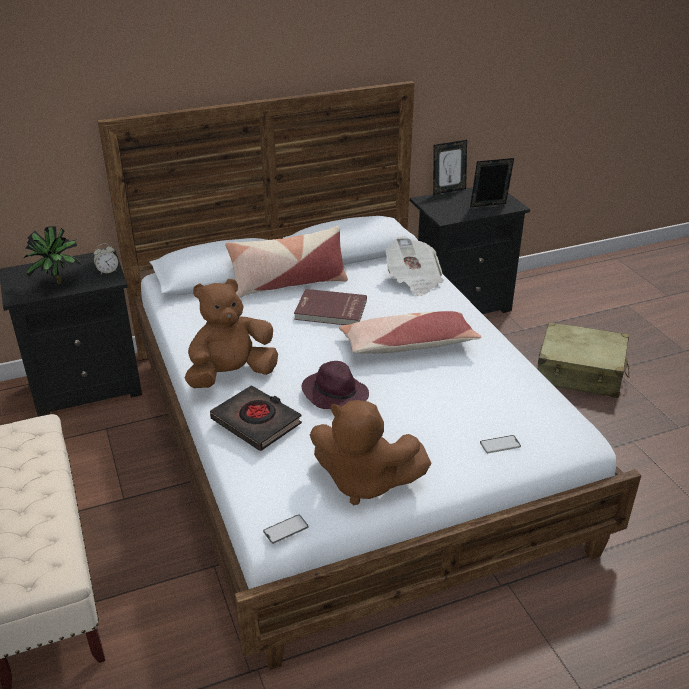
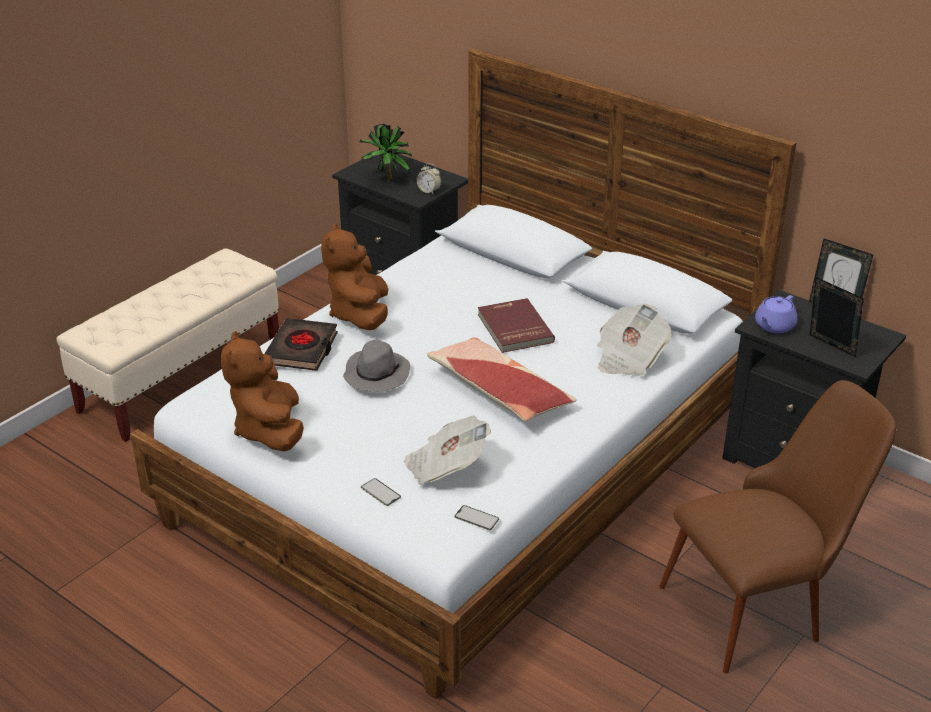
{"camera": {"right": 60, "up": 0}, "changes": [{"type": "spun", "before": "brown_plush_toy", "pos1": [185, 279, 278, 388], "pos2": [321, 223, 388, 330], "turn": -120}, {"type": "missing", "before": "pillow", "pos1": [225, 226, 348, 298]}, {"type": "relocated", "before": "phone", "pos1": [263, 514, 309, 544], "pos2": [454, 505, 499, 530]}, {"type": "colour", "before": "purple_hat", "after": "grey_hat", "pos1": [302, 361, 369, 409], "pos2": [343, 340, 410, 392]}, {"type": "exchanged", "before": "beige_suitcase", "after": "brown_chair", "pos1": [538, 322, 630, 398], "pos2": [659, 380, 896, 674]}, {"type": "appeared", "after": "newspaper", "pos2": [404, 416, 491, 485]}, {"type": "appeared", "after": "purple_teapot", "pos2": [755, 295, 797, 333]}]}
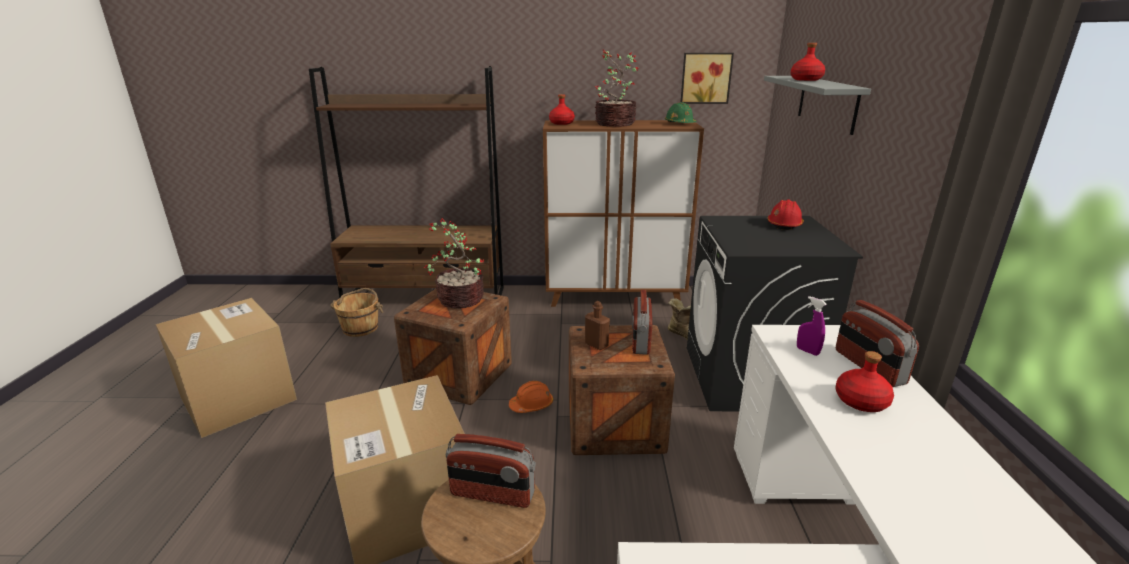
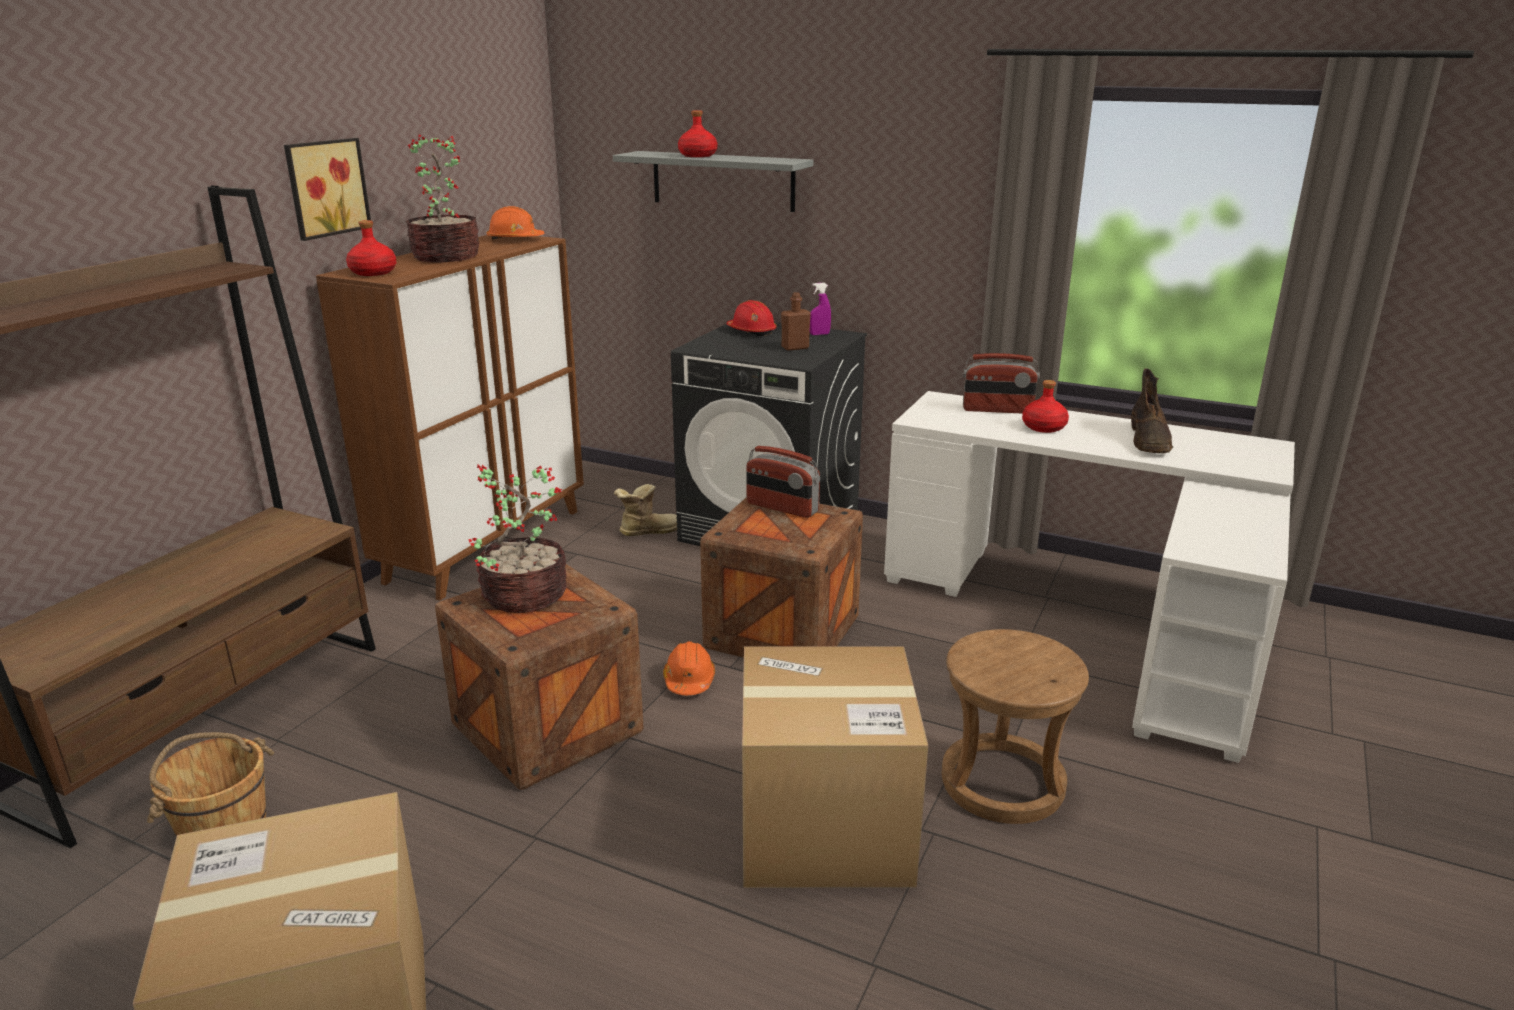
{"camera": {"right": -65, "up": 0}, "changes": [{"type": "missing", "before": "radio", "pos1": [446, 434, 536, 508]}, {"type": "relocated", "before": "brown_bottle", "pos1": [585, 301, 610, 350], "pos2": [781, 292, 811, 351]}, {"type": "colour", "before": "green_hard_hat", "after": "orange_hard_hat", "pos1": [665, 102, 697, 123], "pos2": [486, 206, 545, 240]}, {"type": "relocated", "before": "picture", "pos1": [681, 53, 734, 104], "pos2": [284, 138, 371, 241]}, {"type": "relocated", "before": "purple_spray_bottle", "pos1": [797, 296, 827, 356], "pos2": [809, 283, 831, 335]}, {"type": "appeared", "after": "brown_boot", "pos2": [1131, 368, 1173, 453]}]}
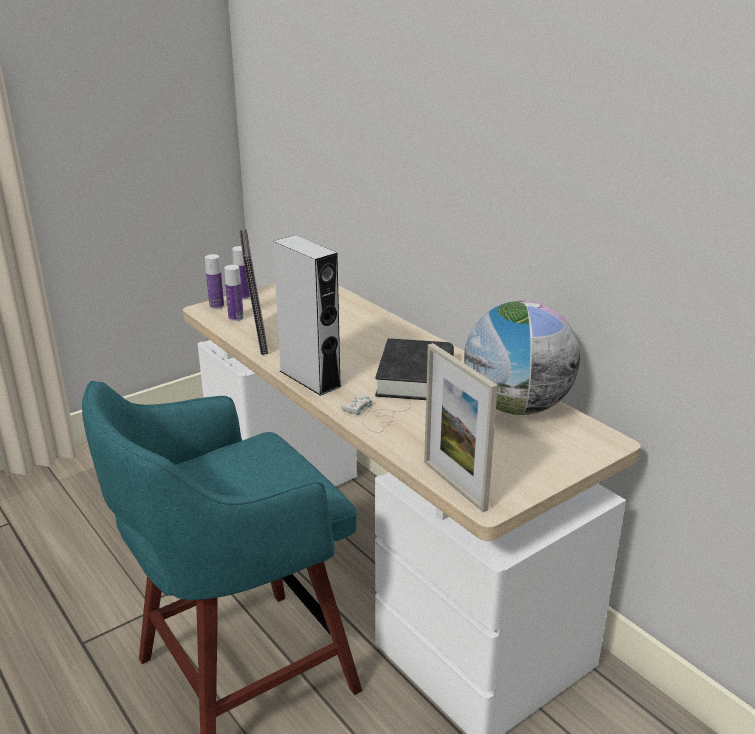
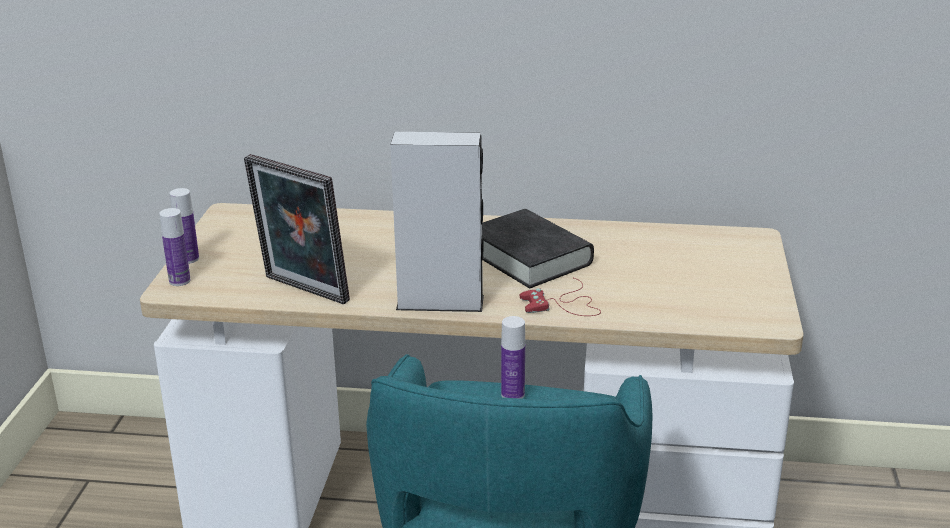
{"camera": {"right": -45, "up": 0}, "changes": [{"type": "relocated", "before": "bottle", "pos1": [224, 265, 244, 321], "pos2": [501, 316, 525, 399]}, {"type": "colour", "before": "white_game_controller", "after": "red_game_controller", "pos1": [341, 395, 411, 433], "pos2": [520, 278, 601, 316]}, {"type": "missing", "before": "picture_frame", "pos1": [424, 343, 498, 512]}, {"type": "missing", "before": "globe", "pos1": [464, 301, 580, 415]}]}
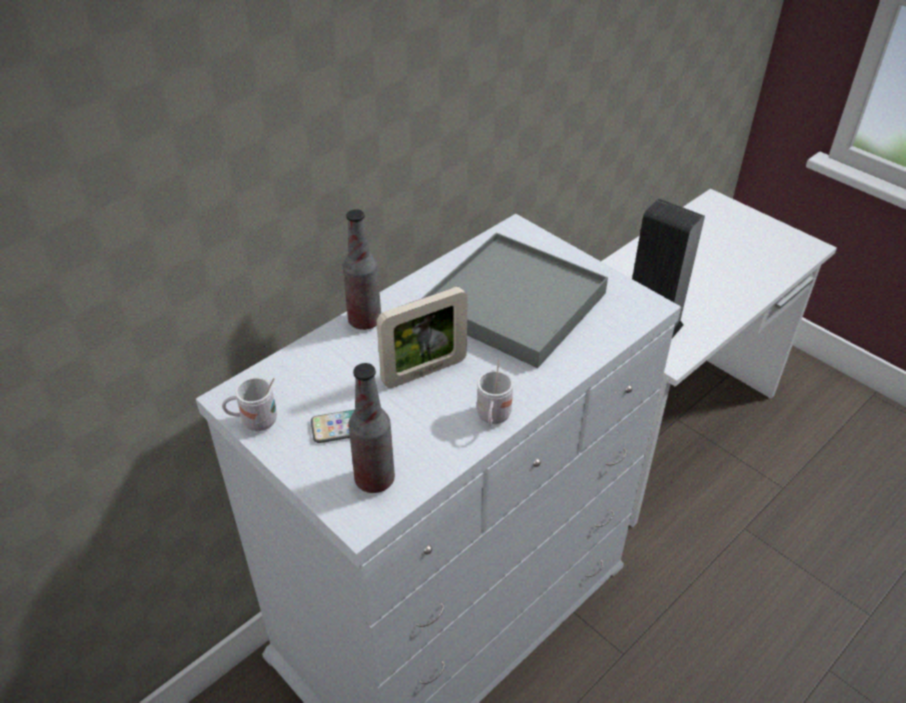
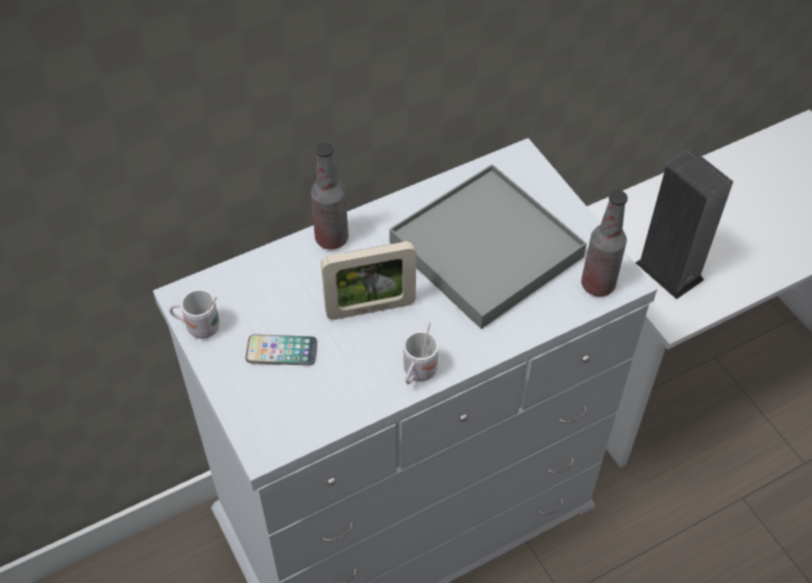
{"camera": {"right": 15, "up": 10}, "changes": [{"type": "relocated", "before": "bottle", "pos1": [348, 363, 395, 493], "pos2": [581, 190, 628, 297]}]}
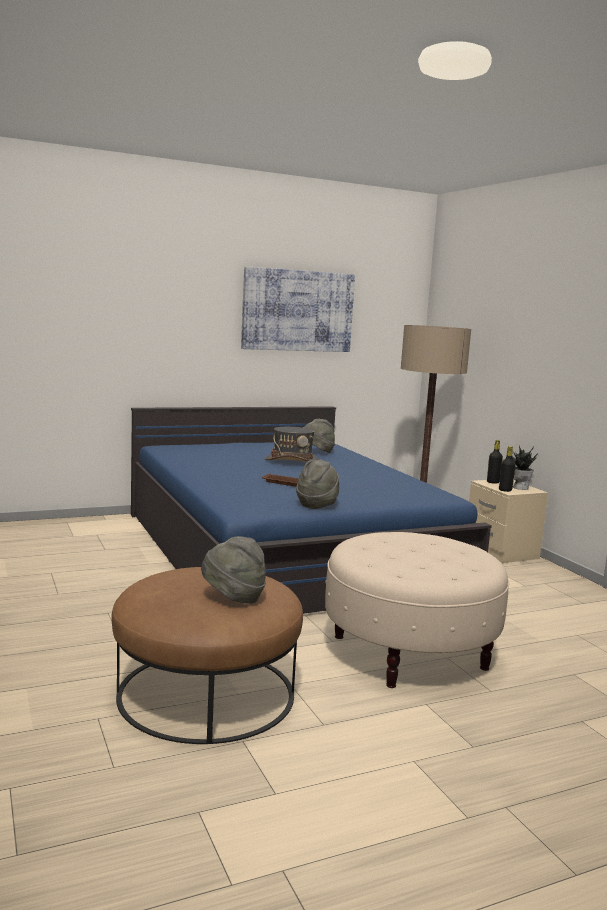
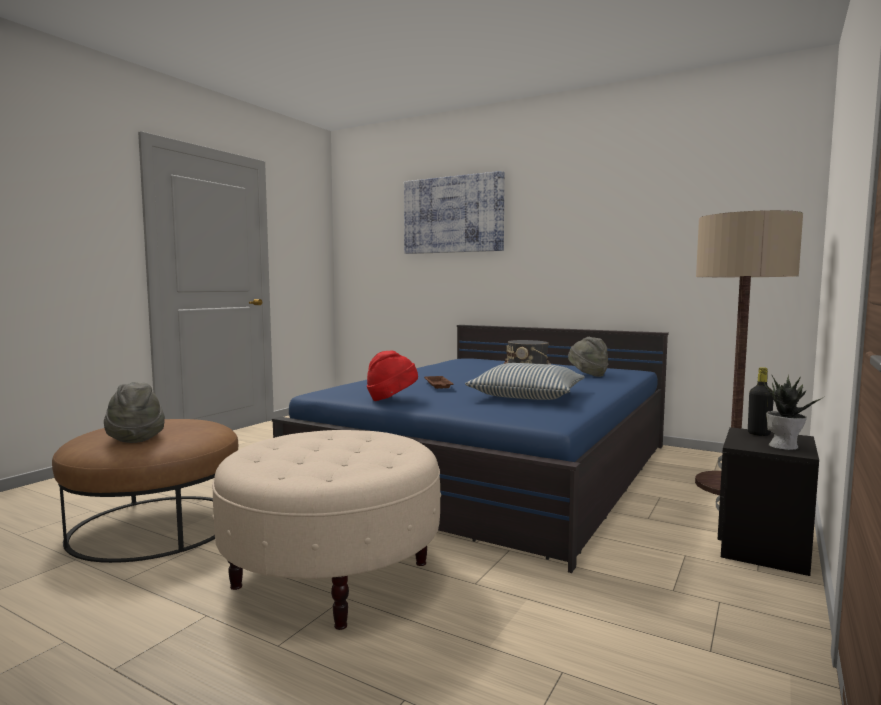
{"camera": {"right": 55, "up": -5}, "changes": [{"type": "relocated", "before": "picture", "pos1": [241, 266, 355, 352], "pos2": [404, 171, 505, 254]}, {"type": "colour", "before": "grey_hat", "after": "red_hat", "pos1": [296, 460, 339, 509], "pos2": [367, 350, 418, 401]}, {"type": "colour", "before": "beige_nightstand", "after": "black_nightstand", "pos1": [469, 480, 548, 563], "pos2": [716, 427, 819, 576]}, {"type": "missing", "before": "black_bottle", "pos1": [499, 446, 516, 492]}, {"type": "appeared", "after": "pillow", "pos2": [465, 363, 585, 400]}]}
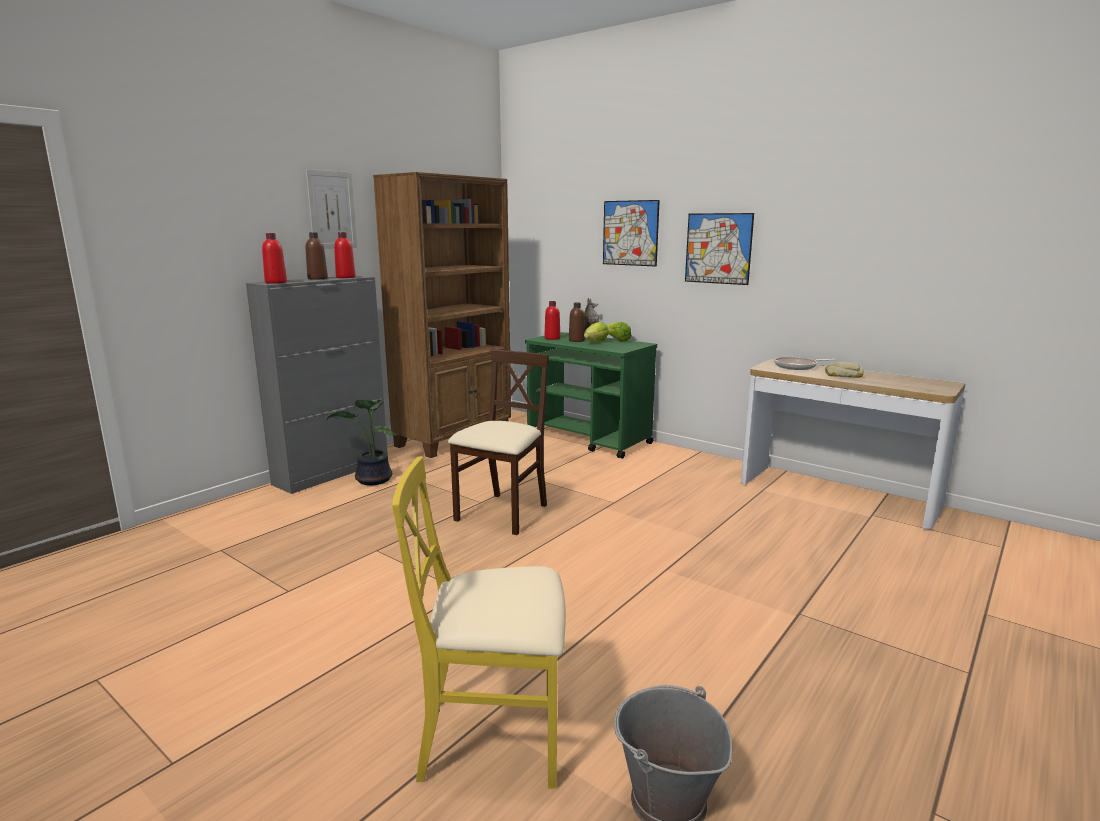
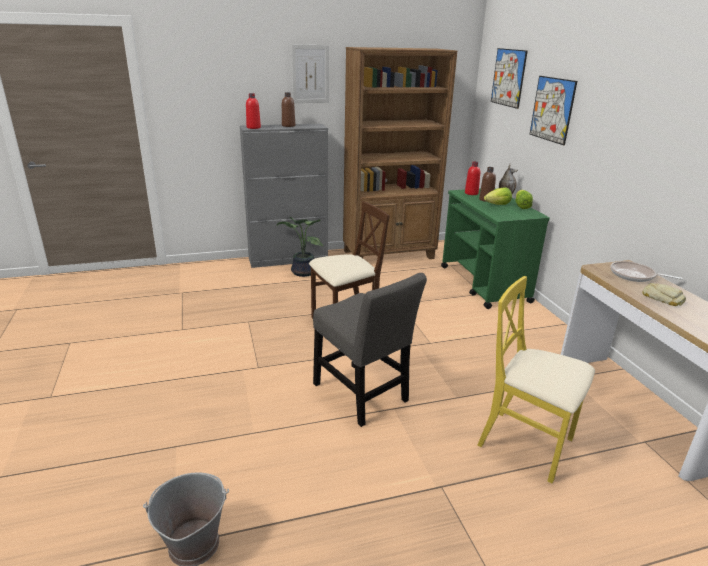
{"camera": {"right": 35, "up": 10}, "changes": [{"type": "missing", "before": "red_bottle", "pos1": [334, 232, 356, 278]}, {"type": "relocated", "before": "yellow_chair", "pos1": [392, 456, 566, 789], "pos2": [477, 276, 595, 484]}, {"type": "relocated", "before": "picture", "pos1": [685, 213, 754, 285], "pos2": [491, 48, 527, 109]}, {"type": "appeared", "after": "grey_chair", "pos2": [313, 273, 427, 427]}]}
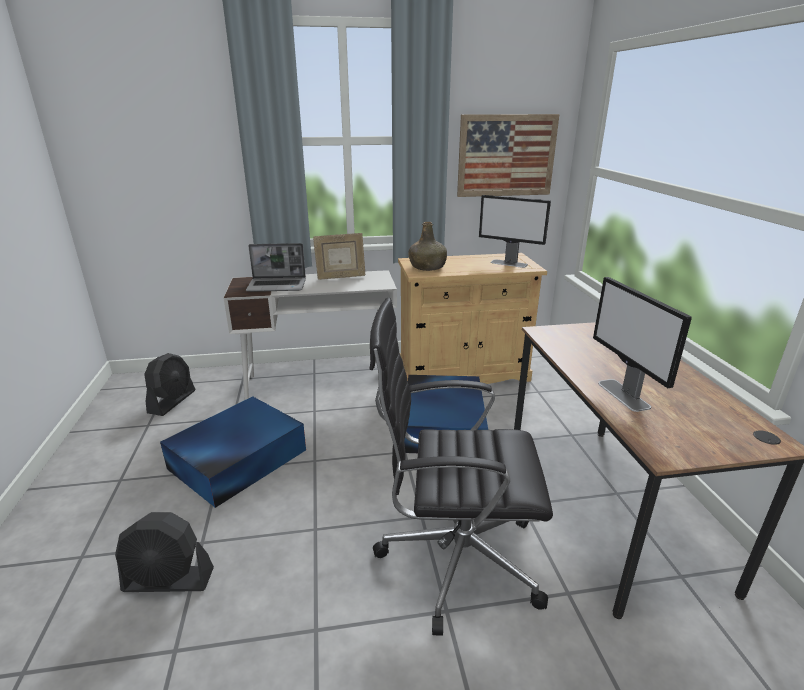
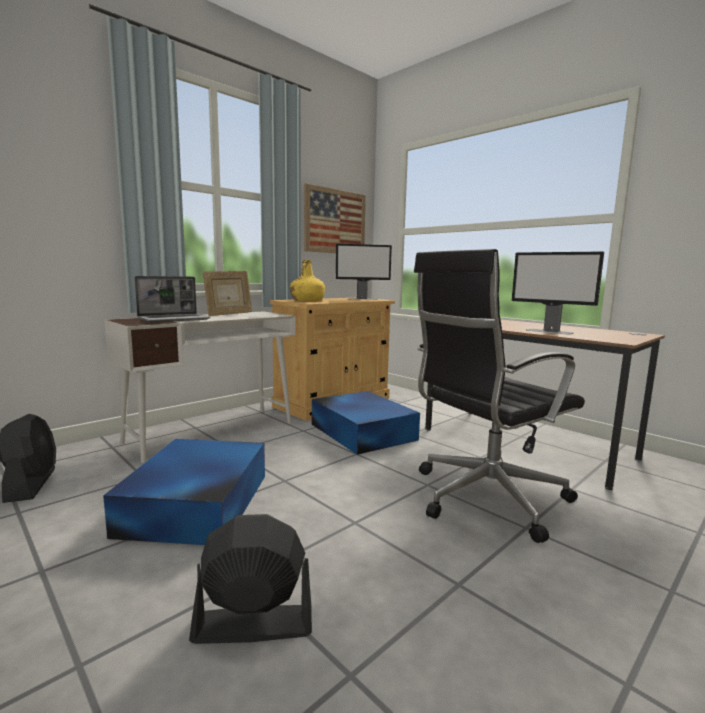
{"camera": {"right": -35, "up": -15}, "changes": [{"type": "spun", "before": "black_fan", "pos1": [115, 512, 214, 592], "pos2": [189, 514, 312, 644], "turn": -150}, {"type": "colour", "before": "green_bottle", "after": "yellow_bottle", "pos1": [408, 222, 447, 271], "pos2": [290, 260, 325, 302]}]}
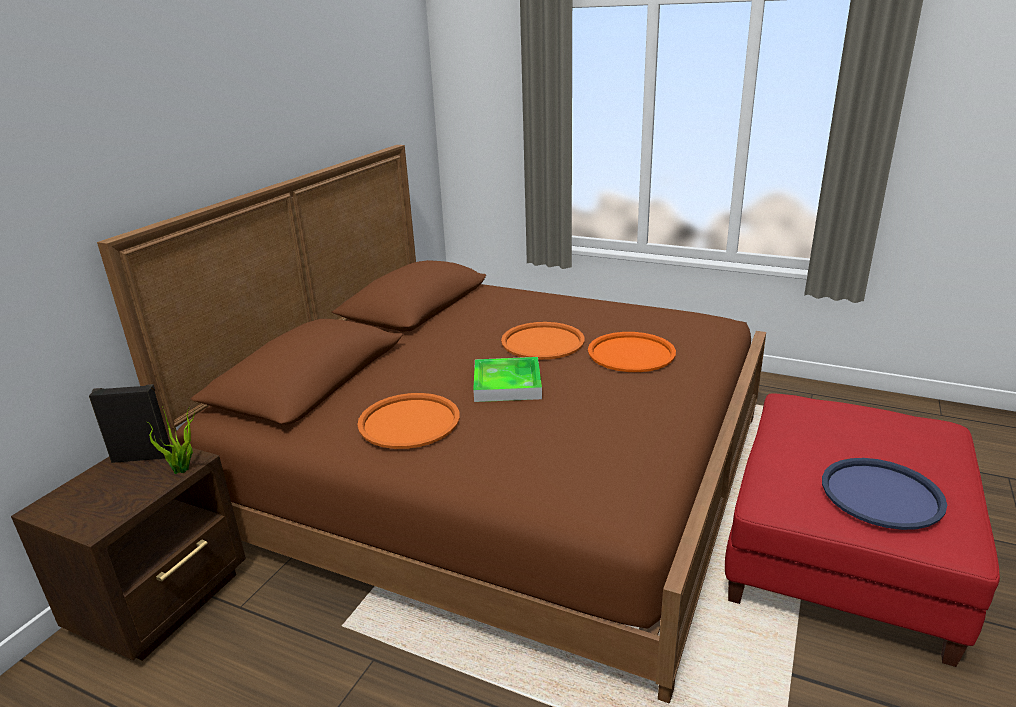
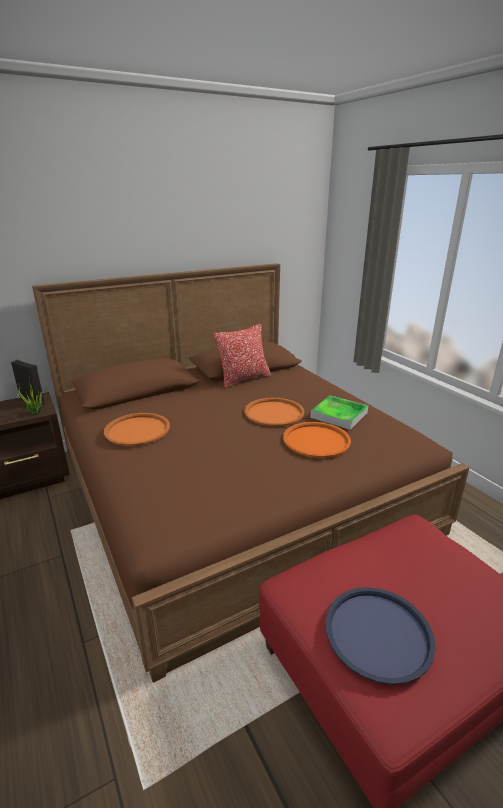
{"camera": {"right": 35, "up": 0}, "changes": [{"type": "relocated", "before": "tray", "pos1": [473, 357, 542, 402], "pos2": [311, 395, 368, 430]}, {"type": "appeared", "after": "pillow", "pos2": [213, 324, 271, 388]}]}
